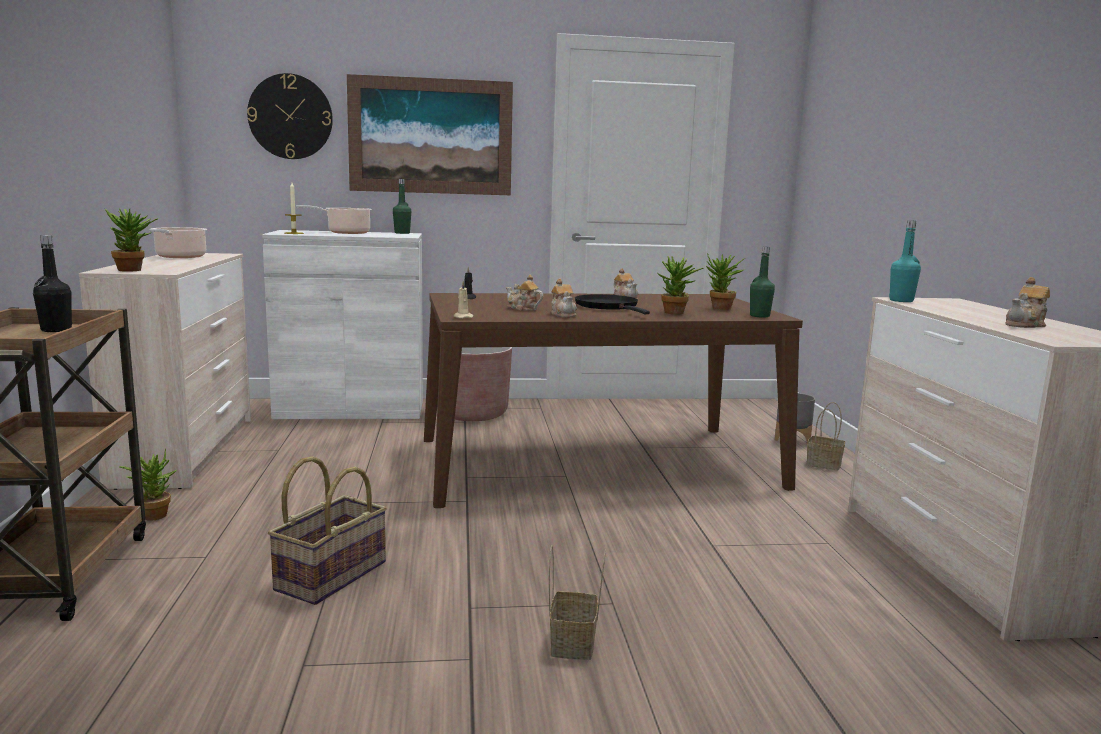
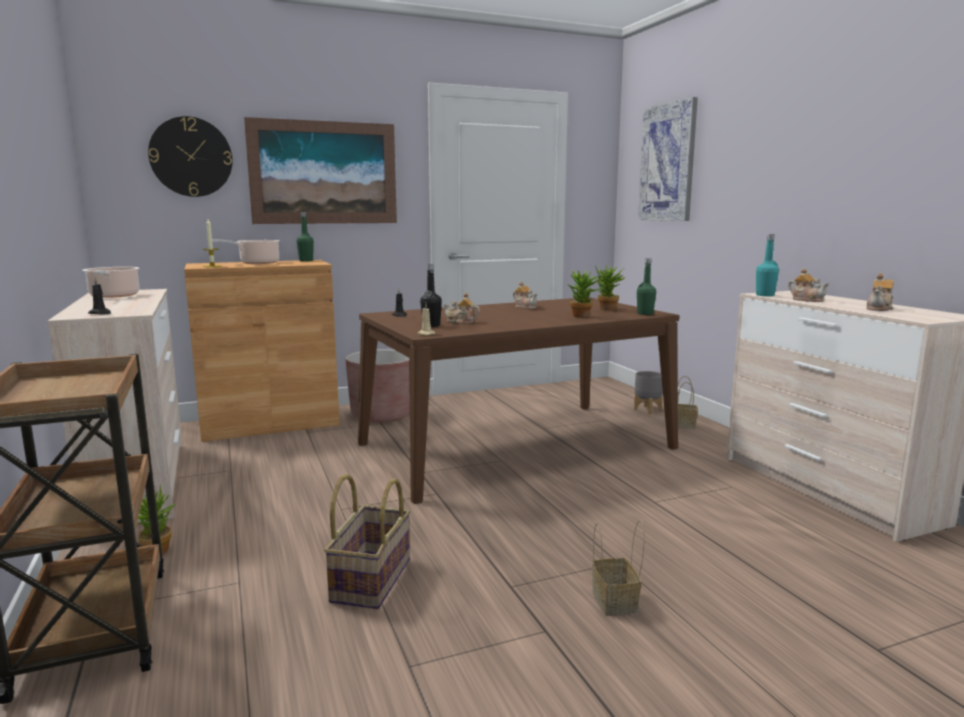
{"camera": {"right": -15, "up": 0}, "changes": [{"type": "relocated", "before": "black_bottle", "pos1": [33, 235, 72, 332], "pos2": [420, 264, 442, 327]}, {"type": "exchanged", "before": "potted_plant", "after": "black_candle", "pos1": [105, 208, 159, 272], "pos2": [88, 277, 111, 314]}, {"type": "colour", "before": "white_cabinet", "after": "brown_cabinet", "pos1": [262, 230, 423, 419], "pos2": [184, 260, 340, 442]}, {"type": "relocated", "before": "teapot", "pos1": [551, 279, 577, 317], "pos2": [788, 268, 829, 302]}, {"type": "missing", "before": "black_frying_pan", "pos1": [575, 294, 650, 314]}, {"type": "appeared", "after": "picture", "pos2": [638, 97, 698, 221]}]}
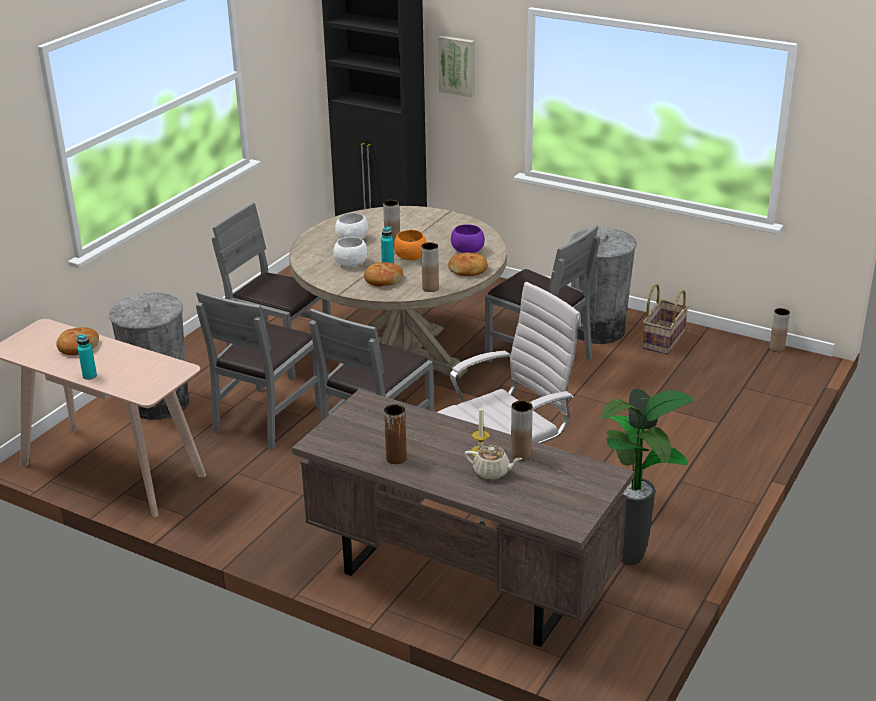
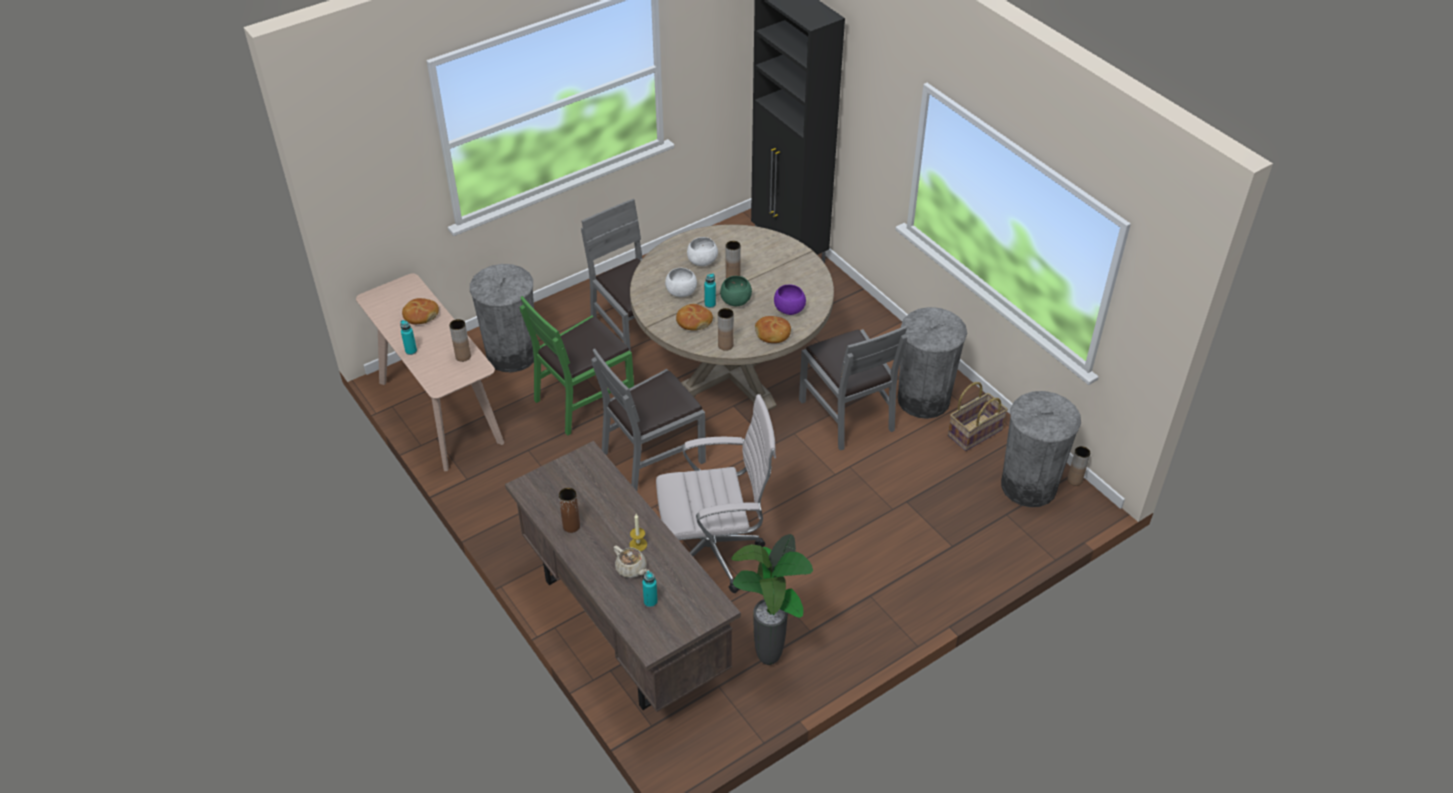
{"camera": {"right": 25, "up": 15}, "changes": [{"type": "colour", "before": "grey_chair", "after": "green_chair", "pos1": [196, 291, 321, 450], "pos2": [520, 296, 634, 436]}, {"type": "colour", "before": "orange_bowl", "after": "green_bowl", "pos1": [394, 230, 427, 260], "pos2": [720, 276, 752, 307]}, {"type": "missing", "before": "picture", "pos1": [438, 36, 475, 97]}, {"type": "relocated", "before": "brown_vase", "pos1": [511, 400, 533, 461], "pos2": [449, 319, 471, 362]}, {"type": "appeared", "after": "turquoise_bottle", "pos2": [642, 571, 658, 607]}, {"type": "appeared", "after": "grey_trash_can", "pos2": [1001, 391, 1081, 507]}]}
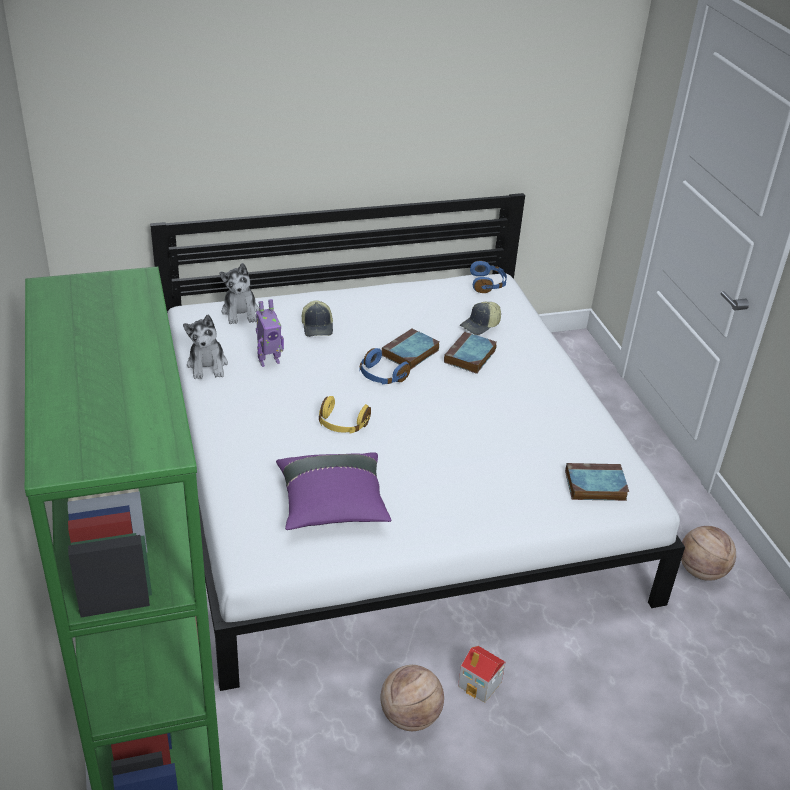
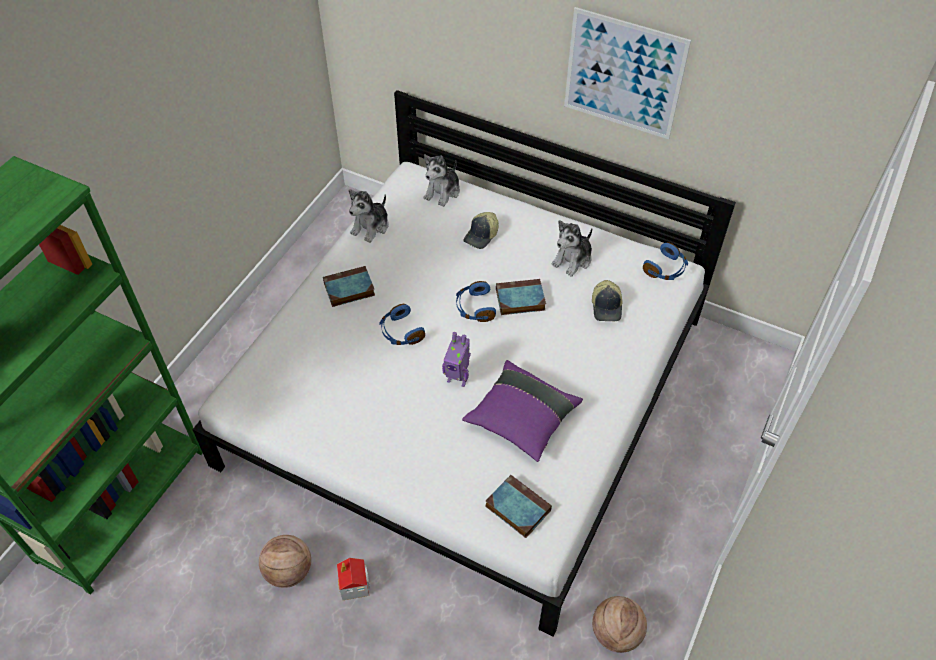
{"camera": {"right": 45, "up": 15}, "changes": [{"type": "relocated", "before": "toy_robot", "pos1": [256, 299, 284, 367], "pos2": [442, 332, 471, 387]}, {"type": "relocated", "before": "purple_pillow", "pos1": [276, 453, 391, 530], "pos2": [462, 360, 583, 462]}, {"type": "colour", "before": "yellow_headphones", "after": "blue_headphones", "pos1": [319, 396, 371, 434], "pos2": [379, 304, 425, 345]}, {"type": "relocated", "before": "book", "pos1": [444, 332, 497, 374], "pos2": [323, 266, 375, 307]}, {"type": "spun", "before": "cap", "pos1": [460, 301, 501, 335], "pos2": [592, 280, 622, 321], "turn": -90}, {"type": "appeared", "after": "plush_toy", "pos2": [552, 220, 592, 277]}, {"type": "appeared", "after": "picture", "pos2": [564, 7, 691, 139]}]}
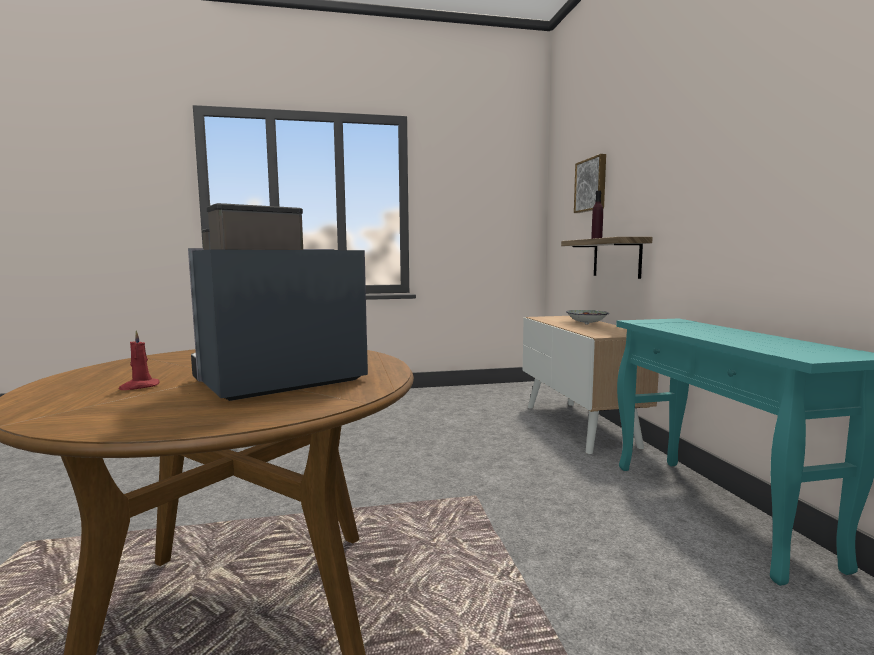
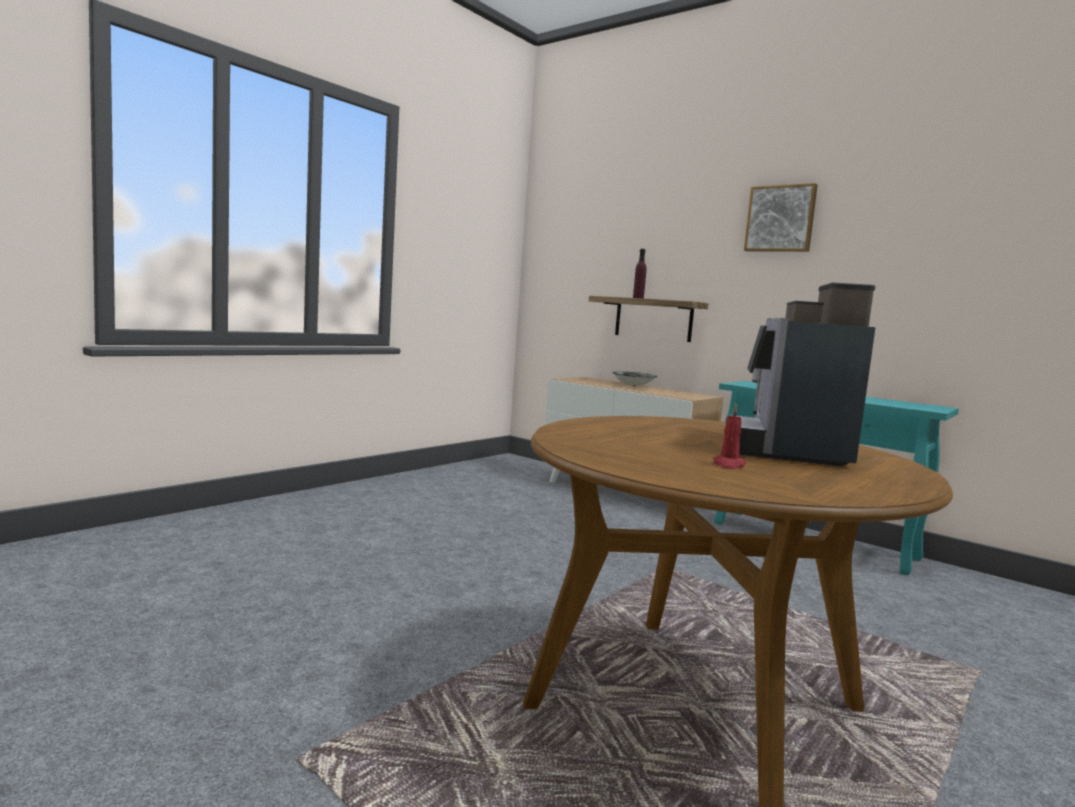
{"camera": {"right": -40, "up": 0}, "changes": [{"type": "relocated", "before": "picture", "pos1": [574, 154, 606, 213], "pos2": [744, 183, 818, 252]}]}
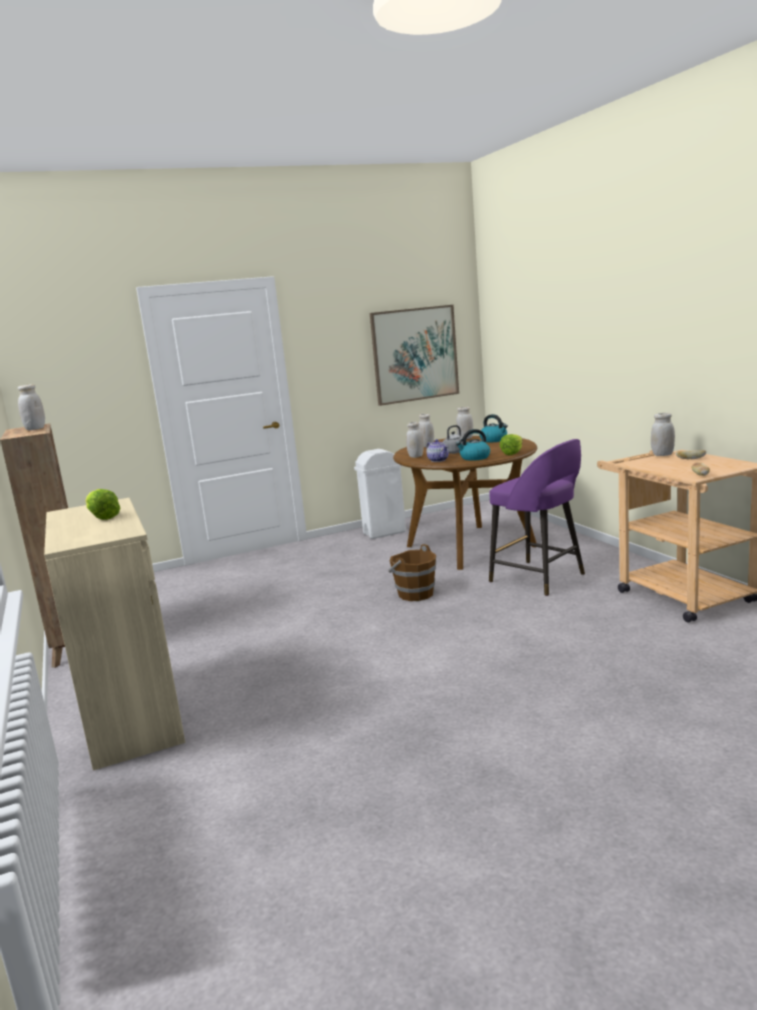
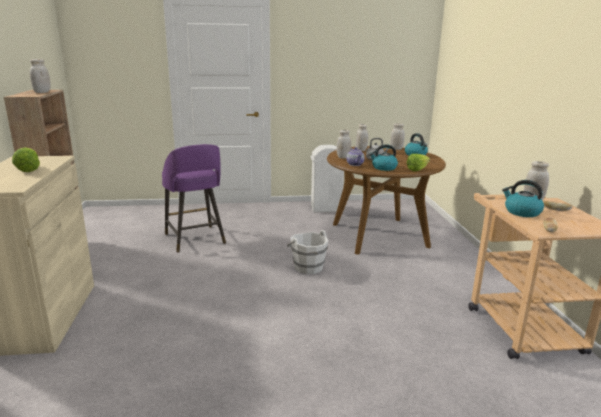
{"camera": {"right": 15, "up": 5}, "changes": [{"type": "missing", "before": "picture", "pos1": [370, 305, 459, 406]}, {"type": "colour", "before": "brown_bucket", "after": "white_bucket", "pos1": [389, 544, 437, 601], "pos2": [287, 230, 328, 274]}, {"type": "relocated", "before": "purple_stool", "pos1": [489, 439, 585, 596], "pos2": [162, 144, 226, 253]}, {"type": "appeared", "after": "kettle", "pos2": [502, 180, 544, 217]}]}
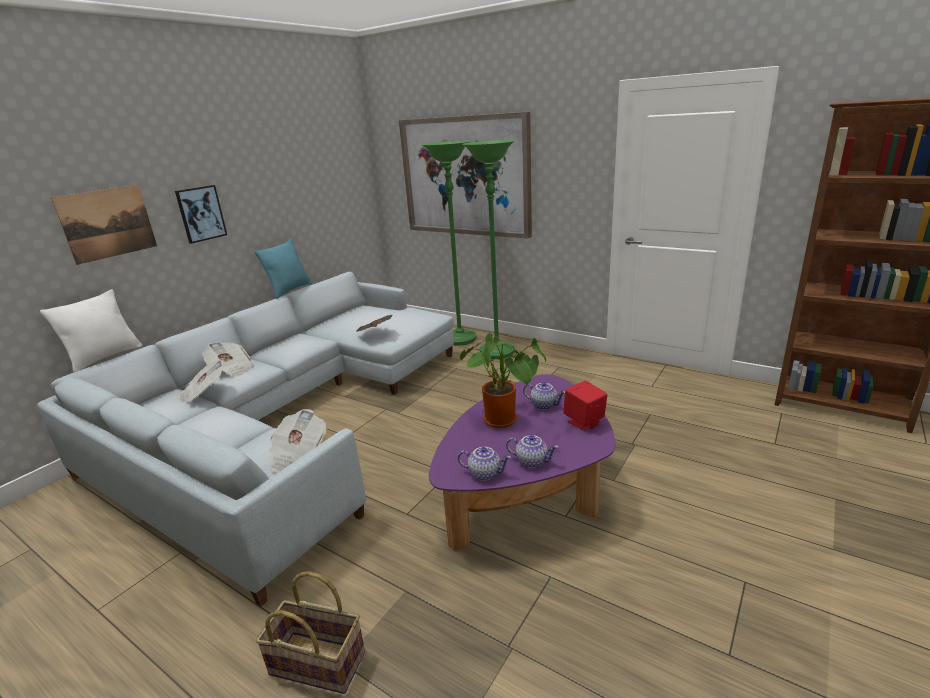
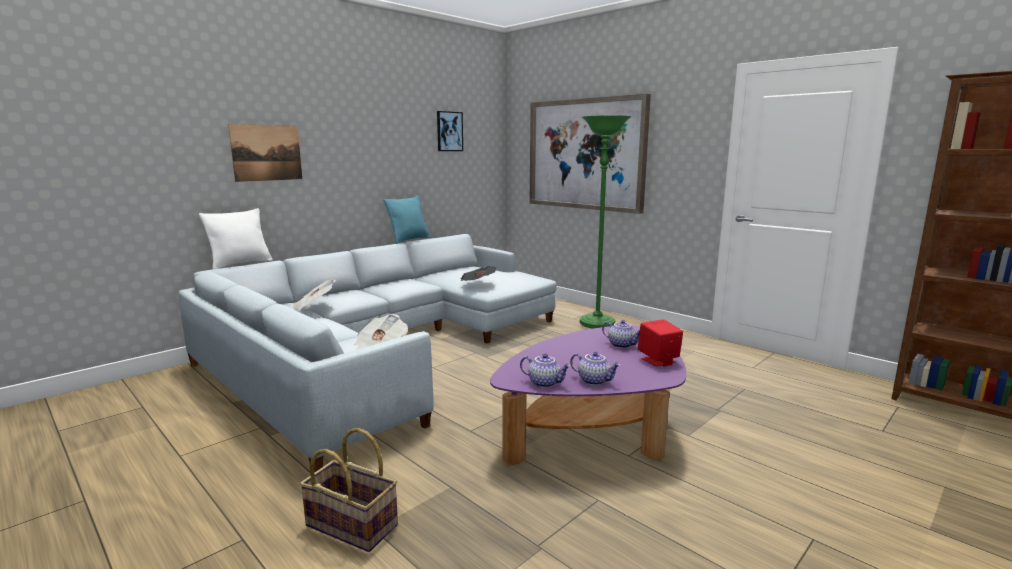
{"camera": {"right": 10, "up": -10}, "changes": [{"type": "relocated", "before": "picture", "pos1": [175, 185, 227, 244], "pos2": [437, 111, 463, 151]}, {"type": "missing", "before": "newspaper", "pos1": [202, 342, 253, 377]}, {"type": "missing", "before": "green_floor_lamp", "pos1": [422, 141, 476, 346]}, {"type": "missing", "before": "potted_plant", "pos1": [460, 333, 546, 428]}]}
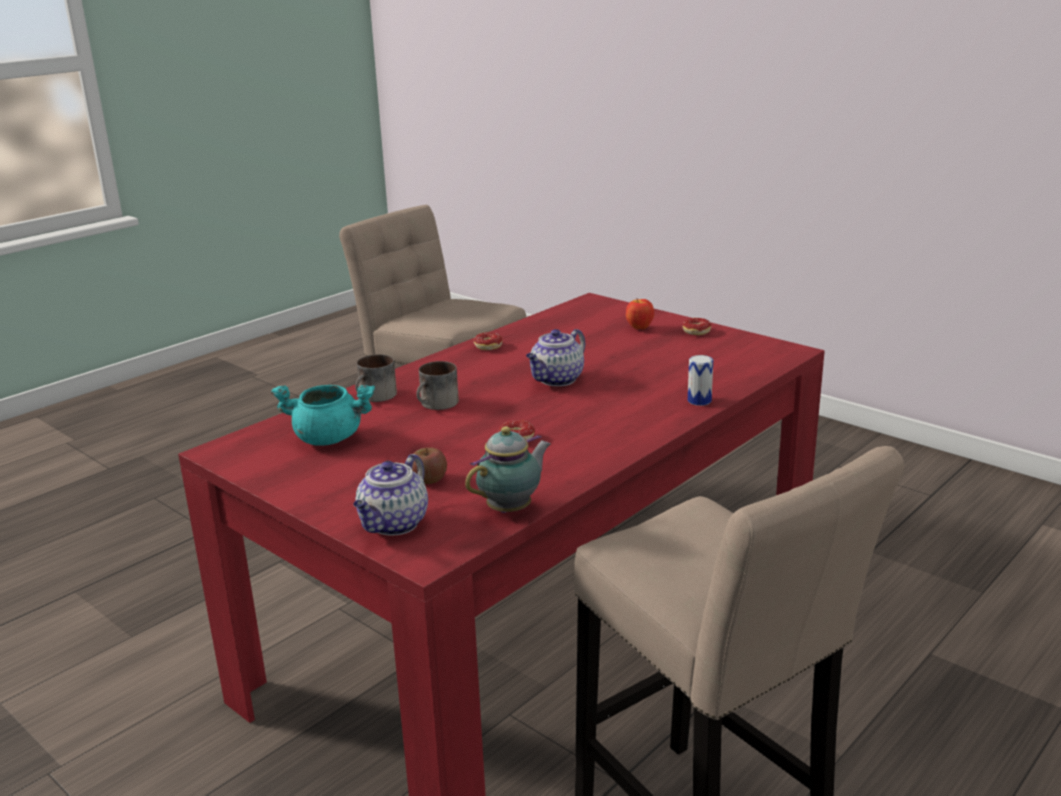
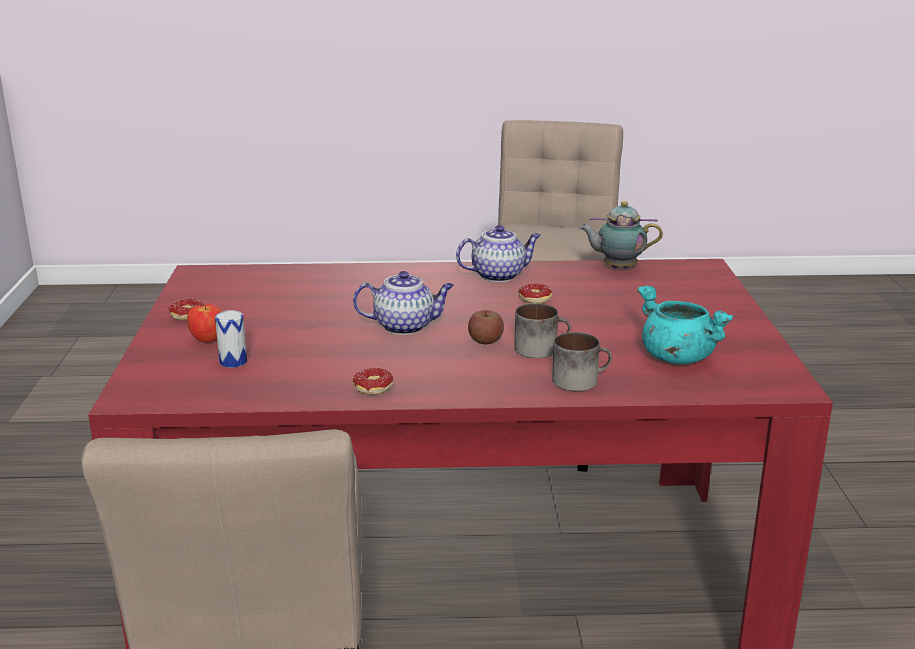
{"camera": {"right": -135, "up": 0}, "changes": [{"type": "relocated", "before": "teapot", "pos1": [353, 454, 428, 535], "pos2": [456, 225, 541, 282]}, {"type": "relocated", "before": "apple", "pos1": [412, 447, 447, 484], "pos2": [468, 310, 504, 344]}, {"type": "relocated", "before": "can", "pos1": [688, 355, 713, 406], "pos2": [215, 310, 247, 368]}]}
